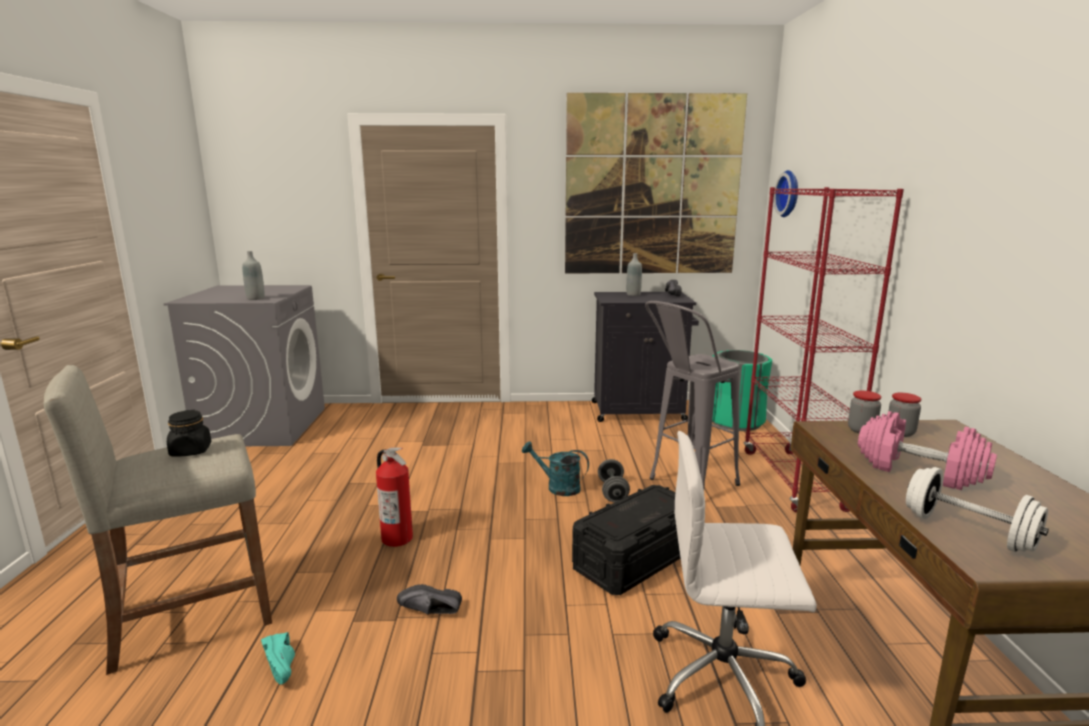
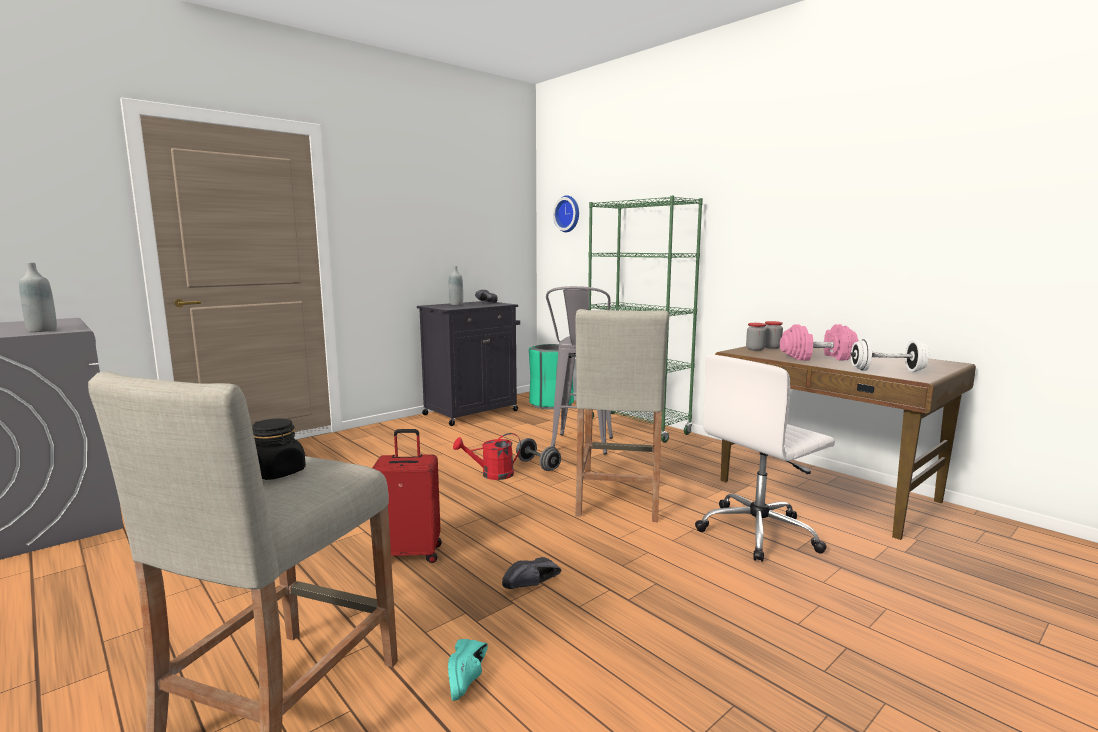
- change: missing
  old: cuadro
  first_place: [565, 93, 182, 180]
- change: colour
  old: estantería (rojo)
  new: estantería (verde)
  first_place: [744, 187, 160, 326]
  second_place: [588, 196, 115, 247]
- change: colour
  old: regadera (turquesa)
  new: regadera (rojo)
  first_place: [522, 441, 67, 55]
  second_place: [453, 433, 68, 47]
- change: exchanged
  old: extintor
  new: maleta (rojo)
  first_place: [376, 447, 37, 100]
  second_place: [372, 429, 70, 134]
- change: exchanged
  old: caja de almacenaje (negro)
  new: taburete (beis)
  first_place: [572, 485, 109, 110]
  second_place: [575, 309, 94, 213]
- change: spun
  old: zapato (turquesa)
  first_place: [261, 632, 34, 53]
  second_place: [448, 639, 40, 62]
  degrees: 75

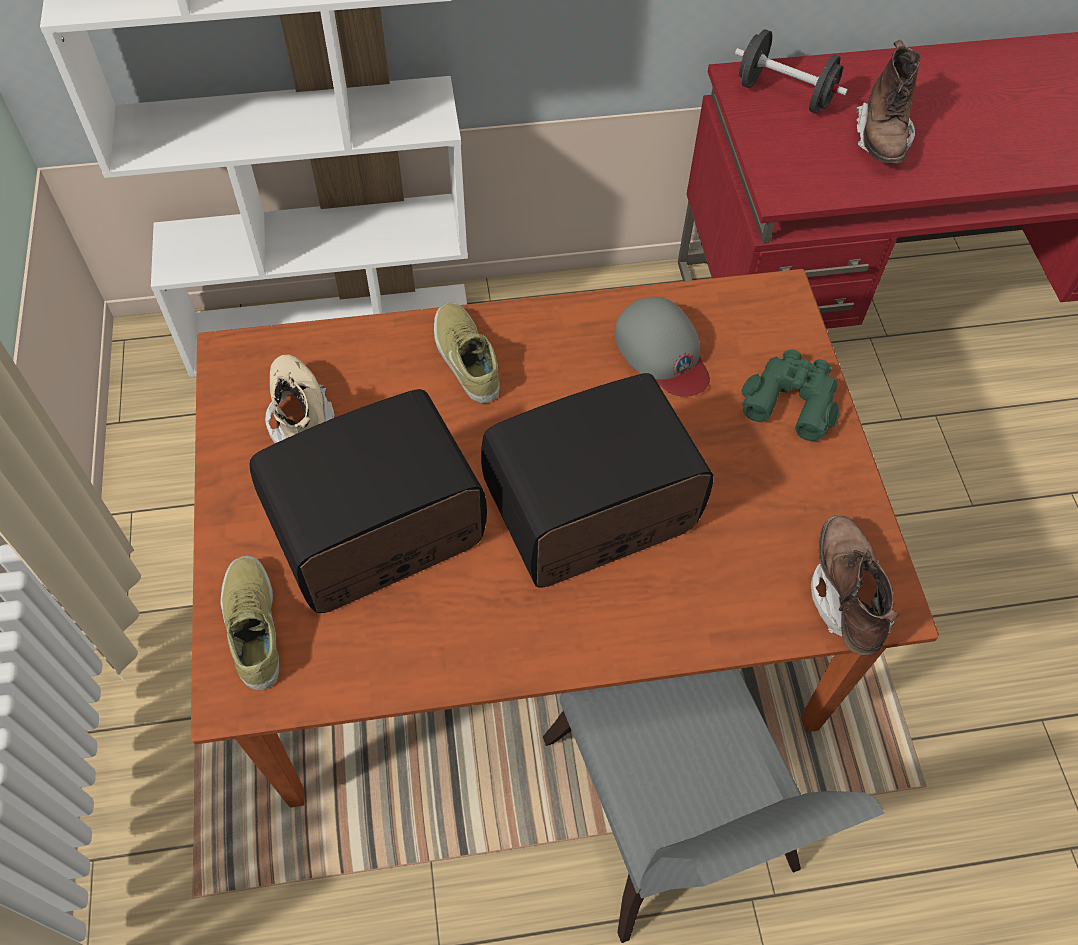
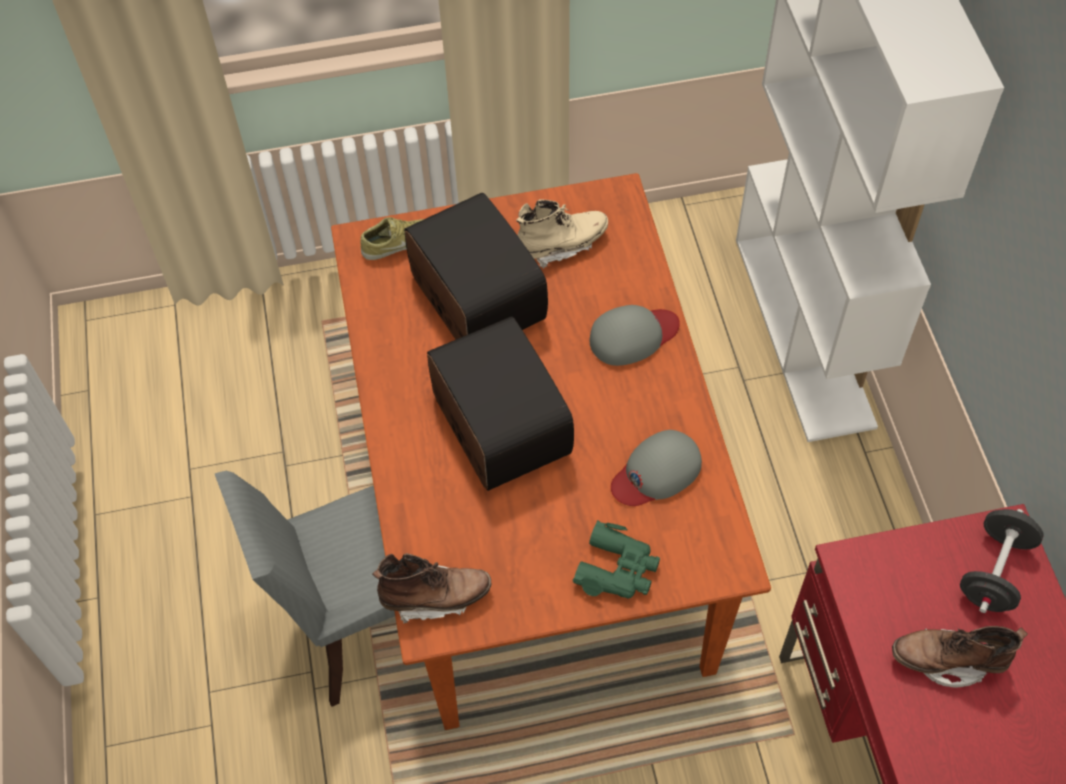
- change: exchanged
  old: zapato (beis)
  new: gorra (gris)
  first_place: [434, 303, 66, 100]
  second_place: [590, 305, 90, 61]

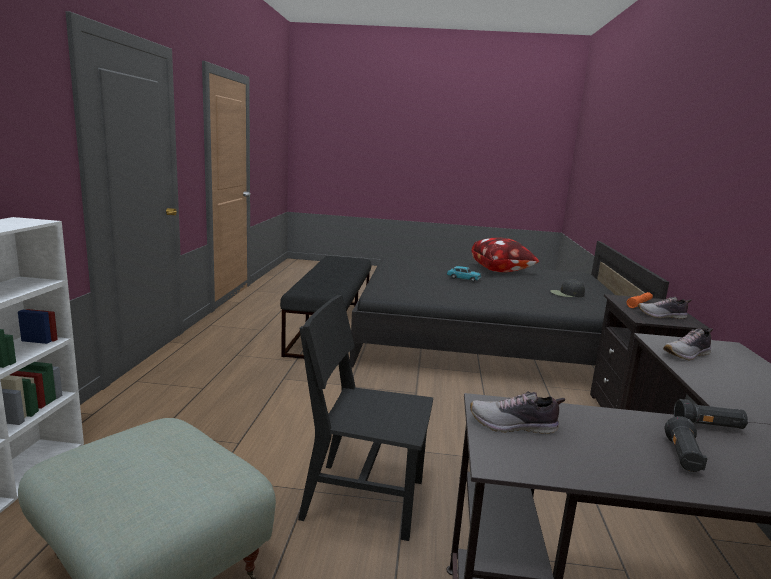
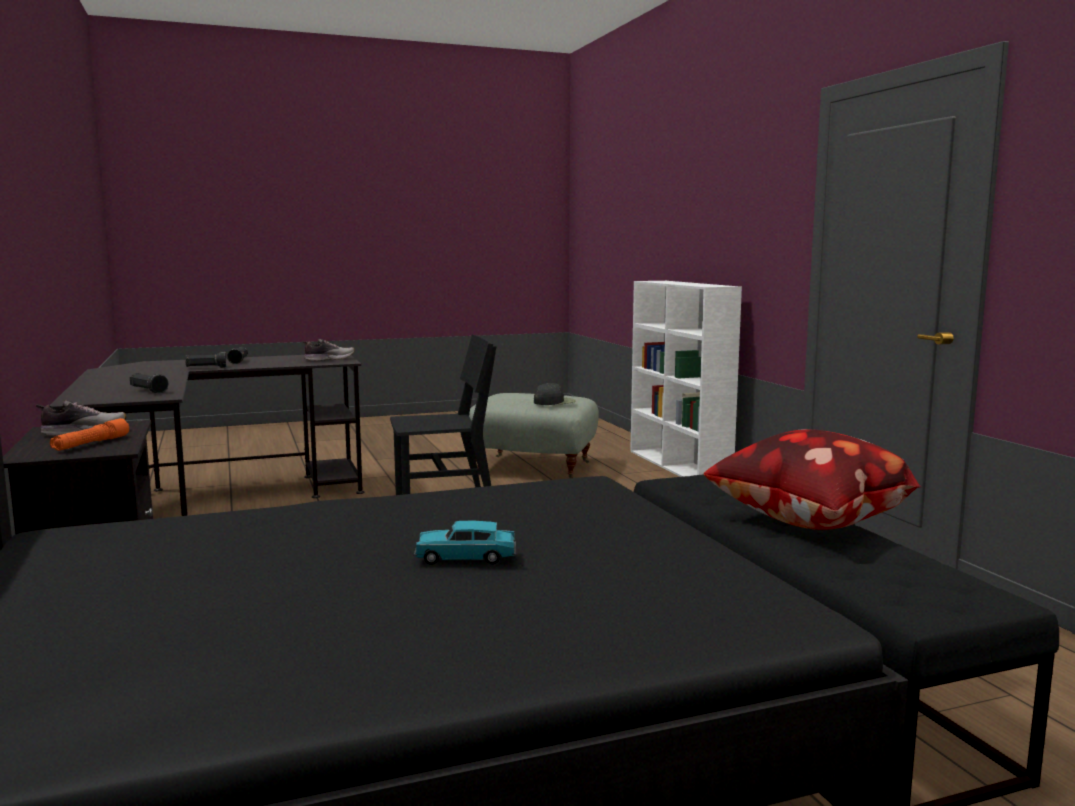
- change: relocated
  old: cojín
  first_place: [471, 237, 68, 35]
  second_place: [703, 429, 218, 101]
- change: relocated
  old: gorra (negro)
  first_place: [550, 280, 35, 17]
  second_place: [534, 383, 42, 22]
- change: exchanged
  old: zapato
  new: linterna (negro)
  first_place: [663, 328, 50, 33]
  second_place: [130, 373, 38, 21]

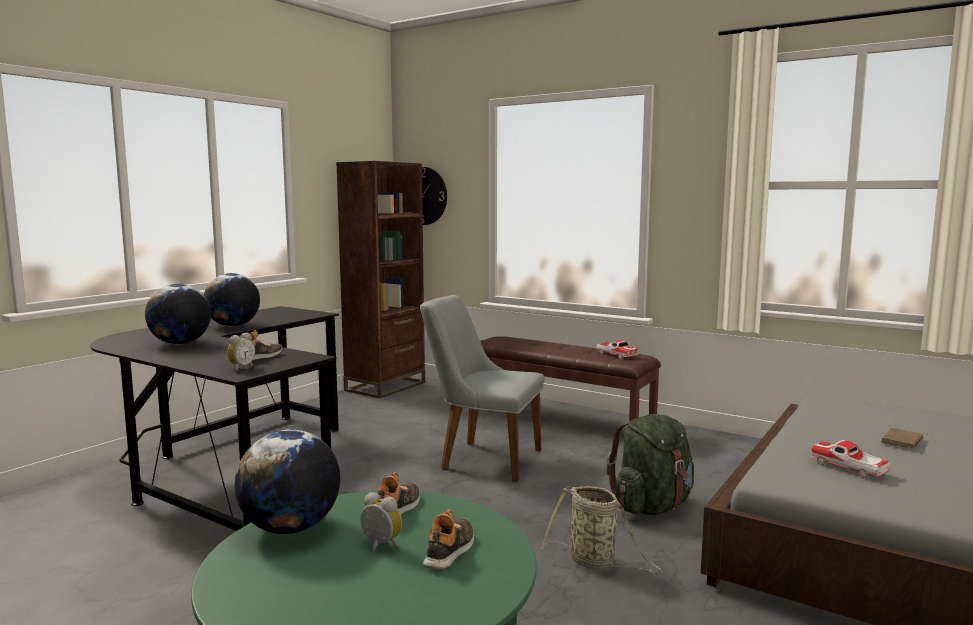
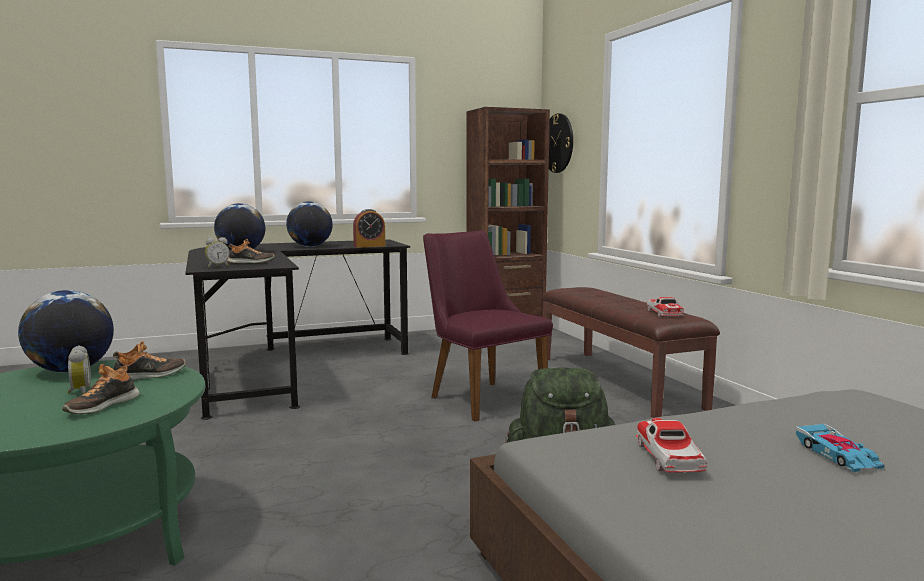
- change: colour
  old: silla (gris)
  new: silla (morado)
  first_place: [420, 295, 124, 187]
  second_place: [423, 230, 130, 191]
- change: exchanged
  old: libro (marrón)
  new: coche de juguete
  first_place: [881, 427, 48, 22]
  second_place: [796, 424, 89, 48]
- change: missing
  old: cesta
  first_place: [541, 486, 121, 86]
- change: spun
  old: zapato
  first_place: [423, 509, 51, 60]
  second_place: [62, 364, 78, 50]
  degrees: 150
- change: appeared
  new: despertador
  second_place: [353, 209, 32, 39]

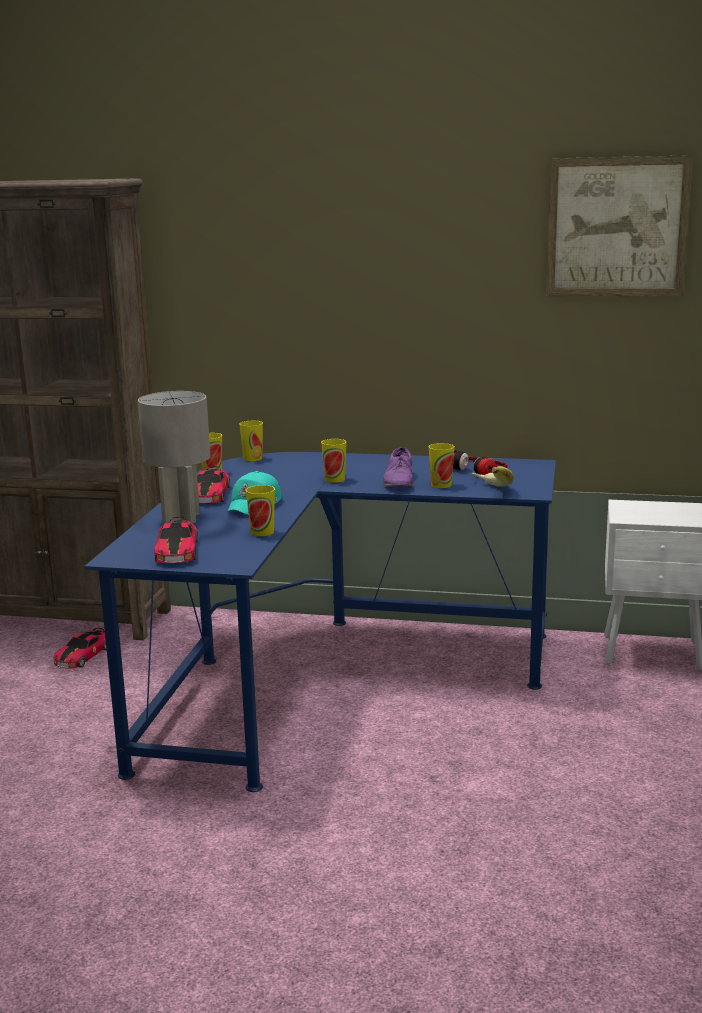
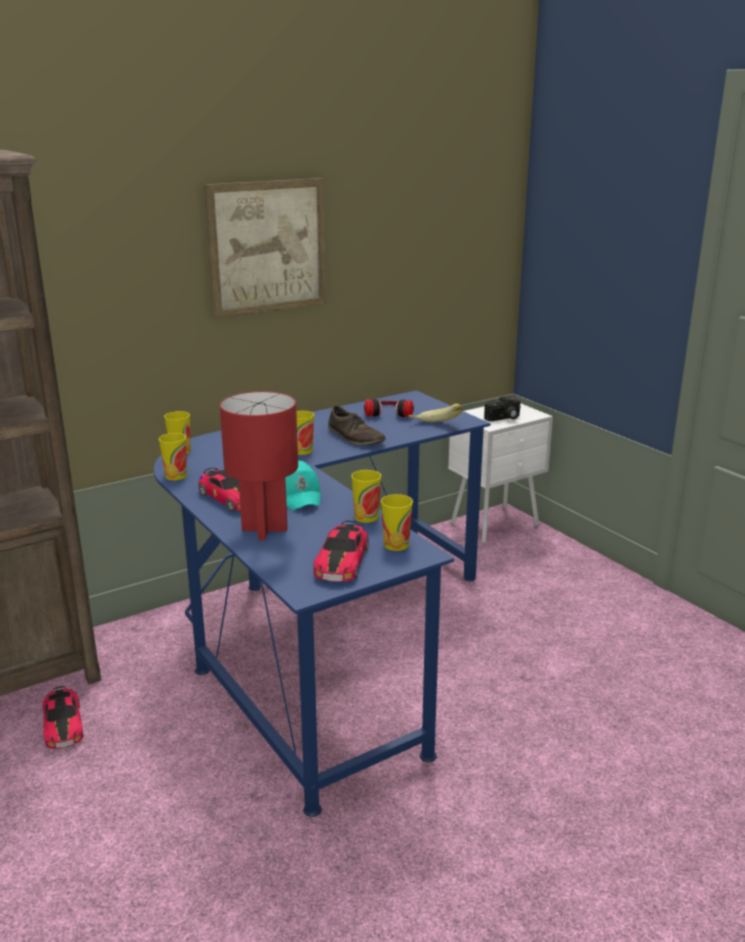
- change: relocated
  old: cuadro
  first_place: [546, 155, 147, 142]
  second_place: [204, 178, 122, 141]
- change: colour
  old: lámpara de mesa (gris)
  new: lámpara de mesa (rojo)
  first_place: [138, 391, 72, 132]
  second_place: [220, 391, 78, 149]
- change: relocated
  old: taza
  first_place: [428, 443, 27, 45]
  second_place: [381, 494, 32, 57]
- change: colour
  old: zapato (morado)
  new: zapato (marrón)
  first_place: [383, 447, 30, 41]
  second_place: [328, 406, 58, 40]
- change: spun
  old: coche de juguete
  first_place: [154, 517, 44, 47]
  second_place: [313, 521, 56, 61]
  degrees: 60
- change: appeared
  new: cámara
  second_place: [484, 396, 37, 25]

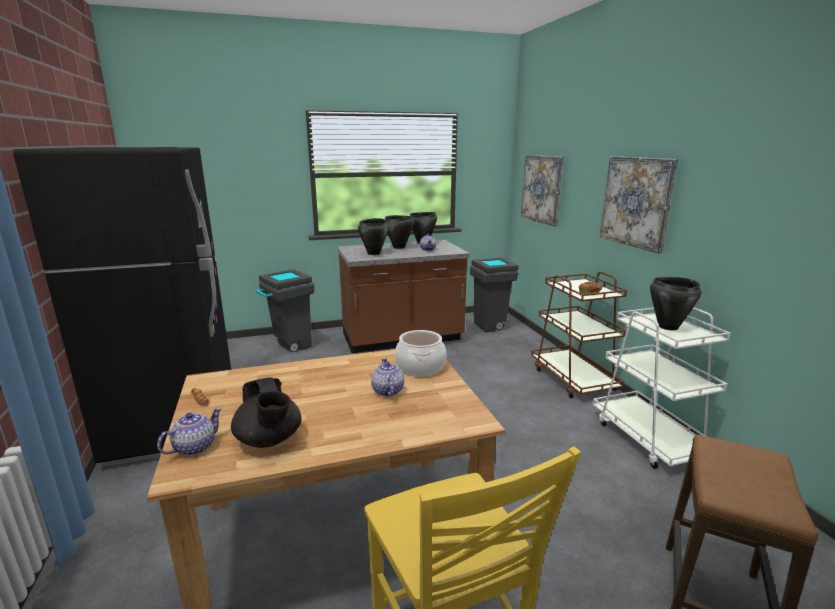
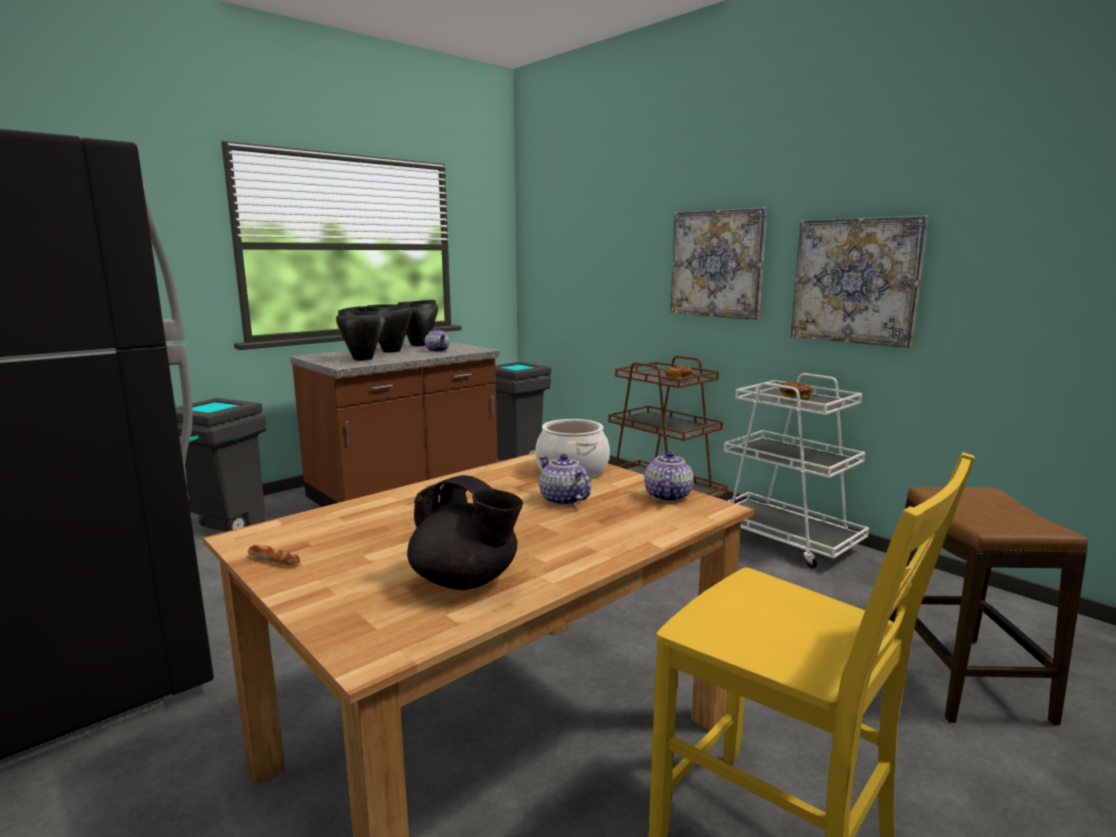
- change: relocated
  old: cuadro
  first_place: [521, 155, 43, 71]
  second_place: [791, 215, 138, 133]
- change: exchanged
  old: olla (negro)
  new: pan
  first_place: [650, 277, 52, 53]
  second_place: [779, 382, 34, 19]
- change: relocated
  old: tetera
  first_place: [157, 407, 65, 49]
  second_place: [644, 451, 49, 51]

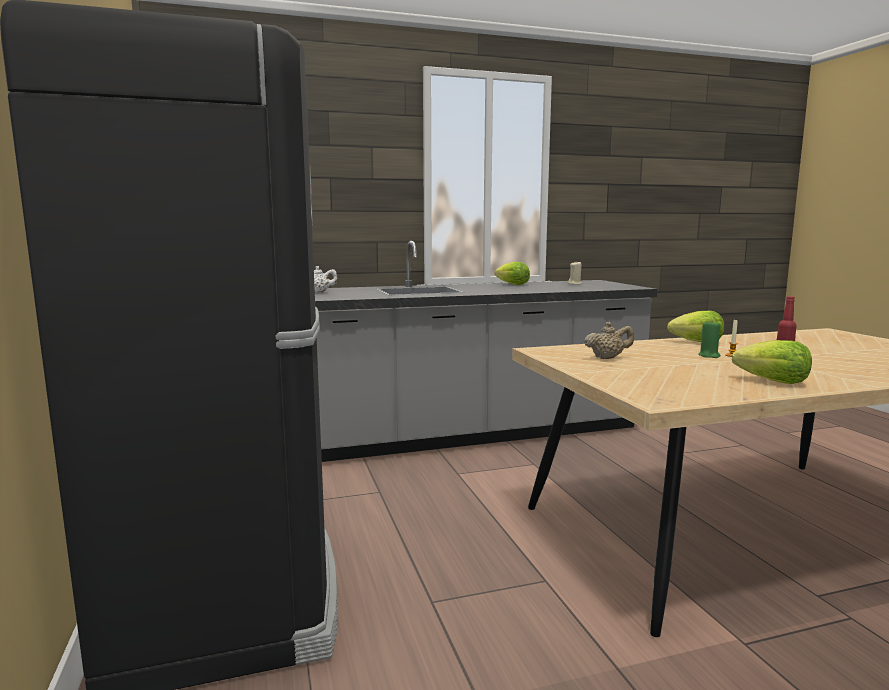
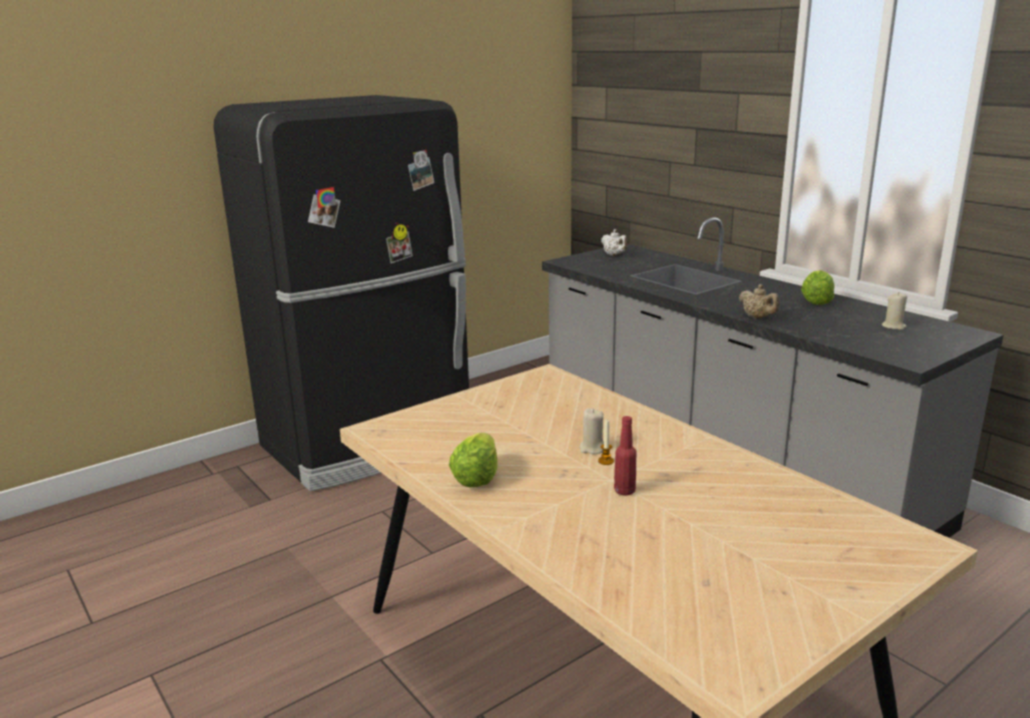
- change: missing
  old: lechuga
  first_place: [667, 311, 57, 31]
- change: colour
  old: vela (verde)
  new: vela (beis)
  first_place: [698, 320, 23, 38]
  second_place: [579, 408, 25, 46]
- change: relocated
  old: tetera (beis)
  first_place: [584, 322, 50, 37]
  second_place: [739, 284, 40, 35]

